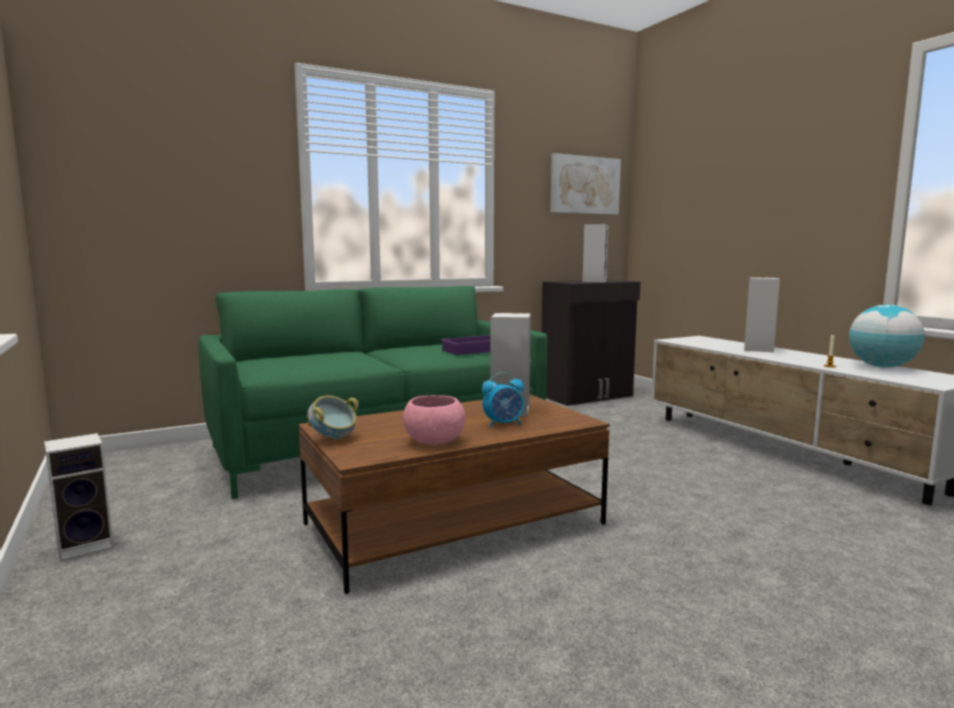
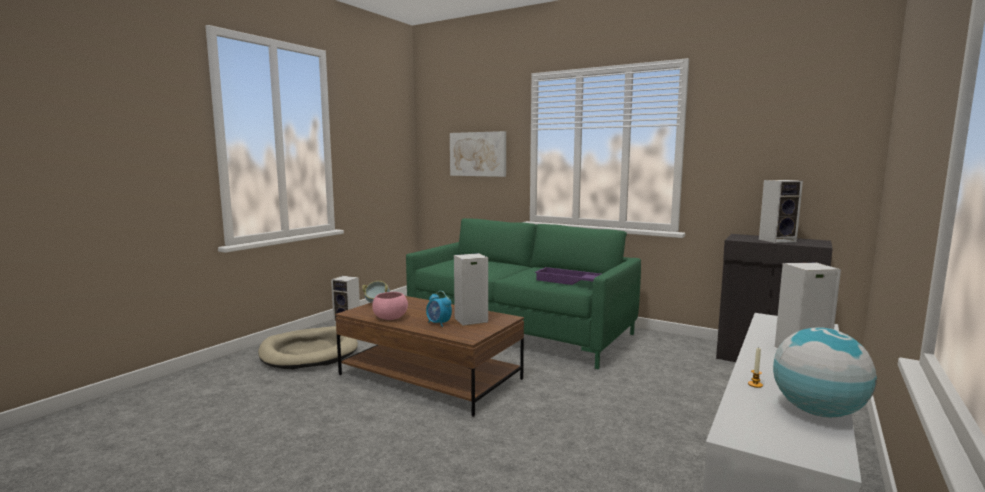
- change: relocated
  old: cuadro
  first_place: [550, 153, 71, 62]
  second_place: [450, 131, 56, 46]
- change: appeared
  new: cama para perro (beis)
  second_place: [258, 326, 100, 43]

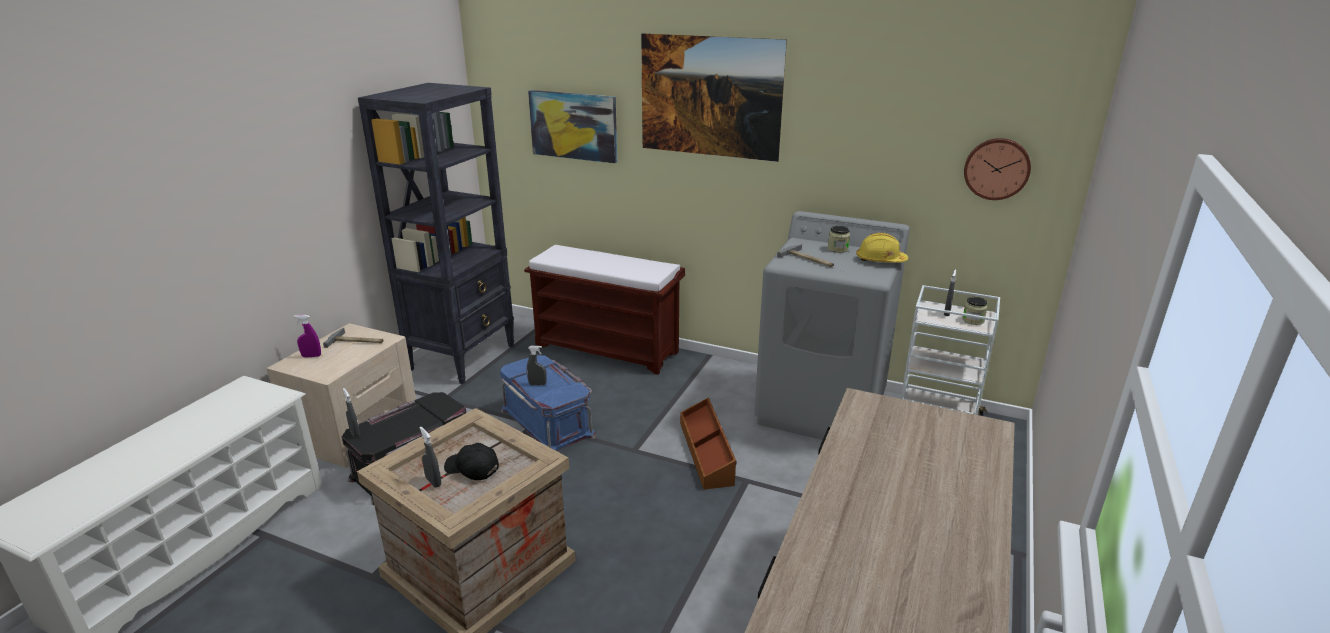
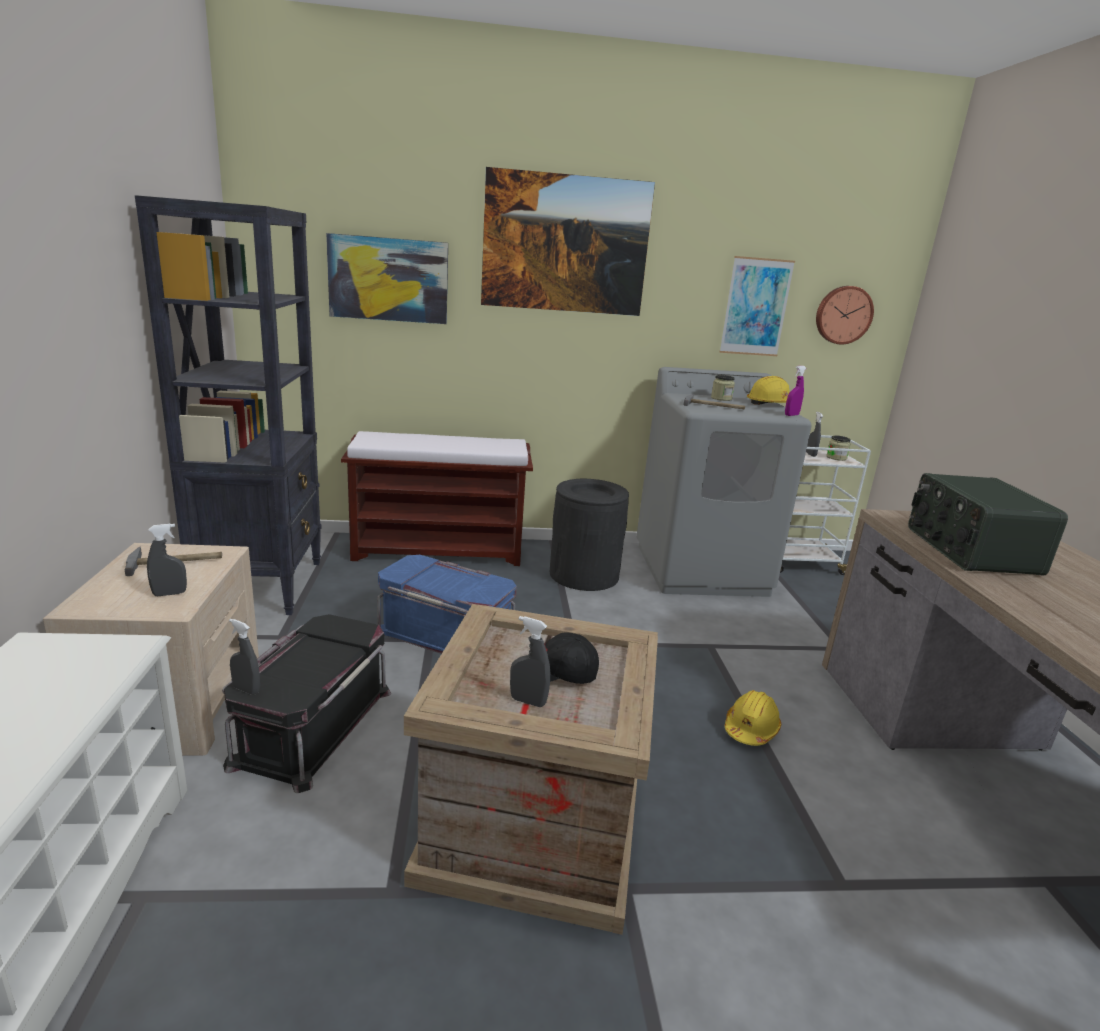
- change: relocated
  old: pulverizador (morado)
  first_place: [294, 315, 27, 42]
  second_place: [785, 366, 21, 50]
- change: relocated
  old: pulverizador (gris)
  first_place: [527, 346, 20, 39]
  second_place: [147, 524, 40, 72]
- change: missing
  old: caja de almacenaje (marrón)
  first_place: [680, 398, 56, 92]
- change: appeared
  new: cuadro
  second_place: [719, 256, 76, 100]
- change: appeared
  new: radio
  second_place: [908, 473, 160, 102]
- change: appeared
  new: papelera (negro)
  second_place: [550, 479, 79, 112]
- change: appeared
  new: casco (amarillo)
  second_place: [725, 690, 56, 56]

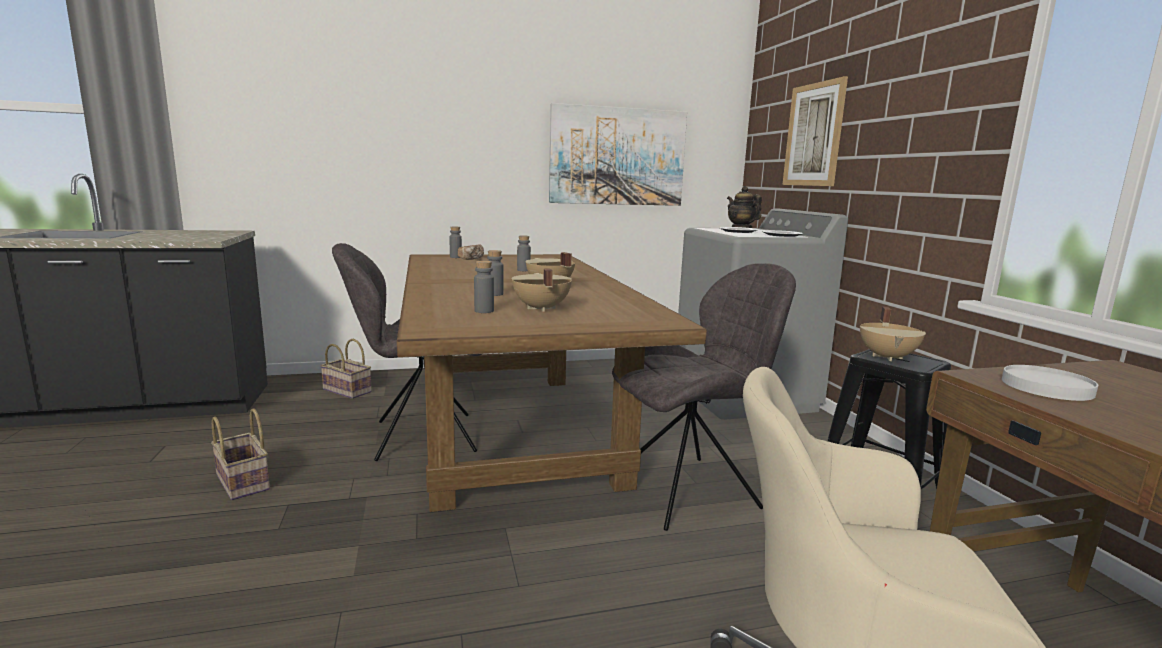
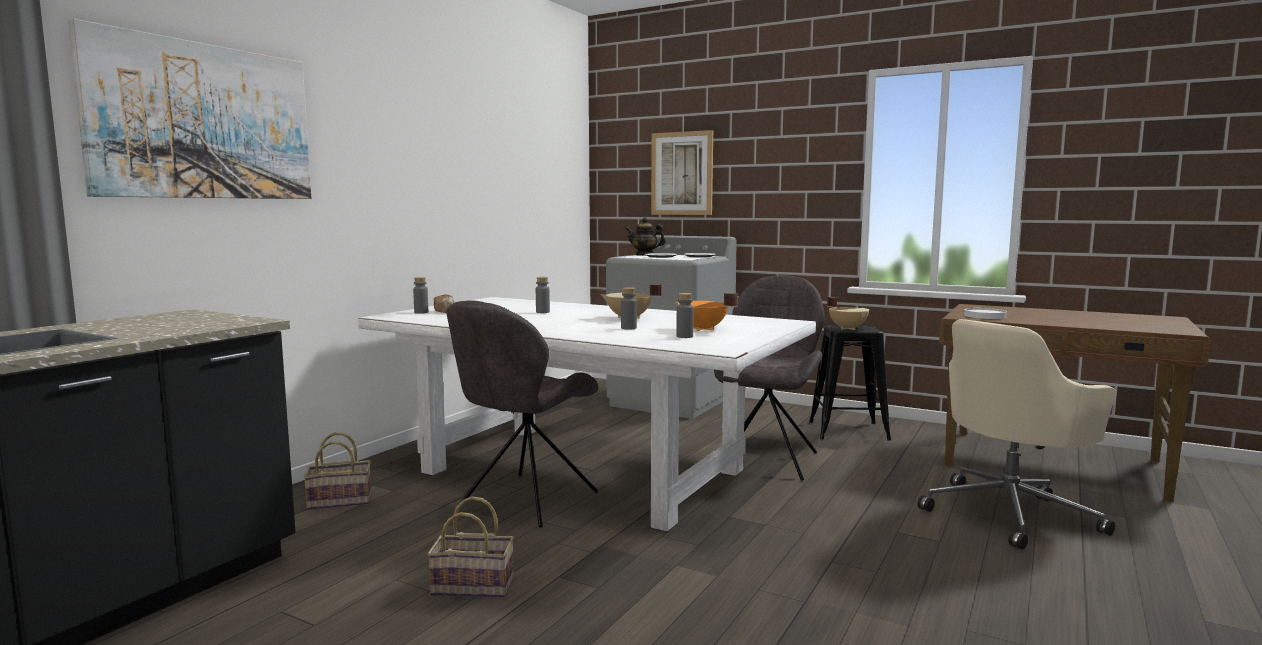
- change: relocated
  old: cuadro
  first_place: [549, 103, 138, 103]
  second_place: [68, 18, 243, 181]
- change: colour
  old: mesa de comedor (marrón)
  new: mesa de comedor (blanco)
  first_place: [397, 254, 310, 258]
  second_place: [358, 297, 458, 234]
- change: colour
  old: olla (beis)
  new: olla (naranja)
  first_place: [511, 268, 61, 44]
  second_place: [675, 293, 63, 38]

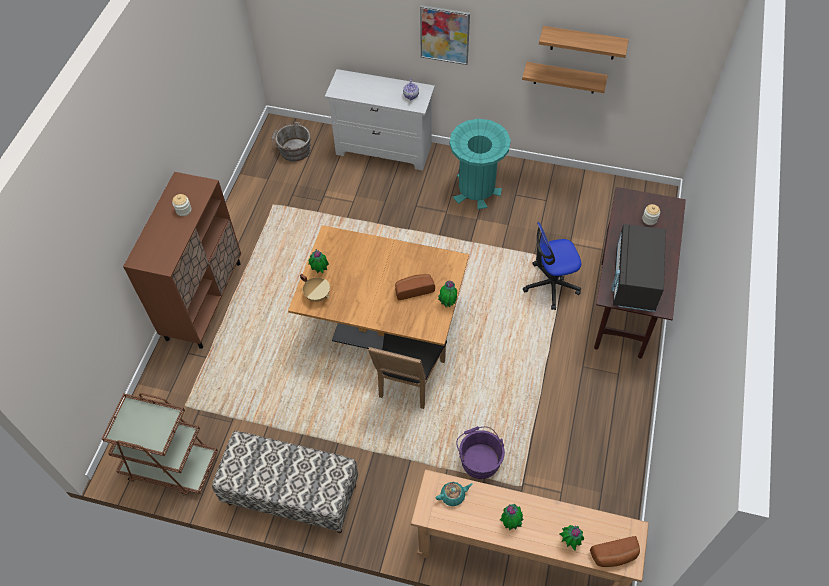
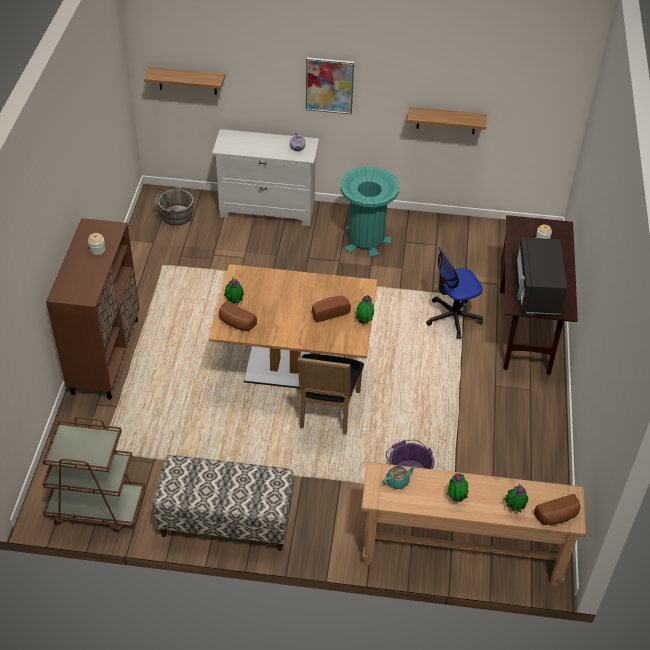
- change: relocated
  old: estante
  first_place: [539, 26, 90, 34]
  second_place: [144, 67, 81, 28]
- change: exchanged
  old: olla (beis)
  new: pan
  first_place: [300, 274, 30, 28]
  second_place: [219, 302, 38, 29]

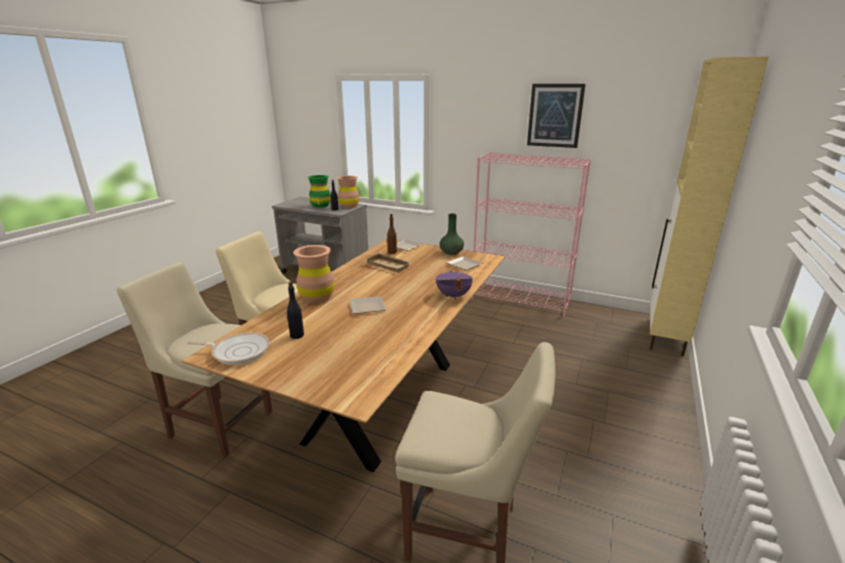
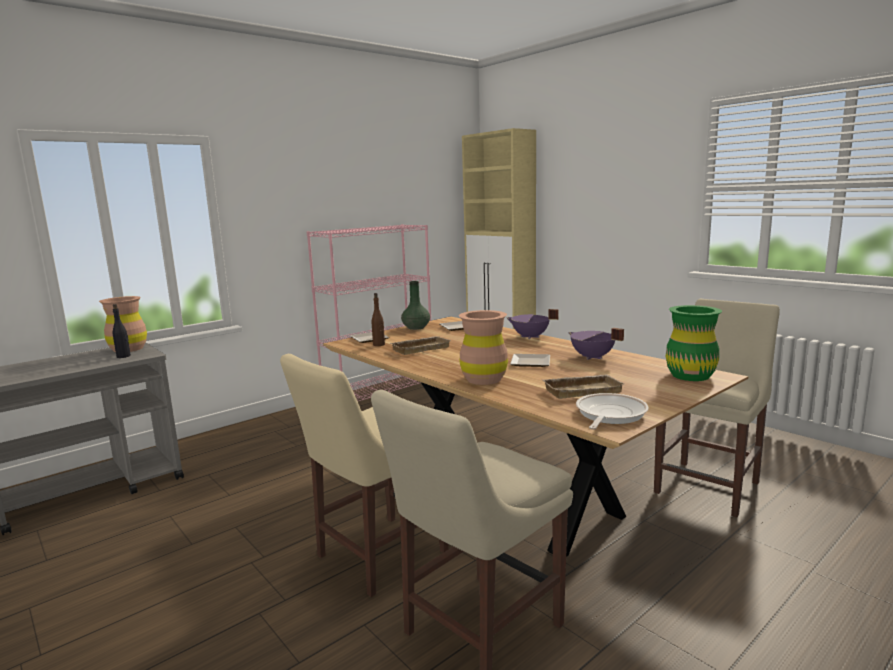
- change: missing
  old: cuadro
  first_place: [527, 84, 59, 64]
- change: relocated
  old: florero (verde)
  first_place: [308, 175, 23, 33]
  second_place: [666, 305, 56, 76]
- change: exchanged
  old: botella (negro)
  new: bandeja (beis)
  first_place: [287, 282, 17, 57]
  second_place: [541, 375, 83, 24]
- change: appeared
  new: olla (morado)
  second_place: [568, 328, 56, 32]

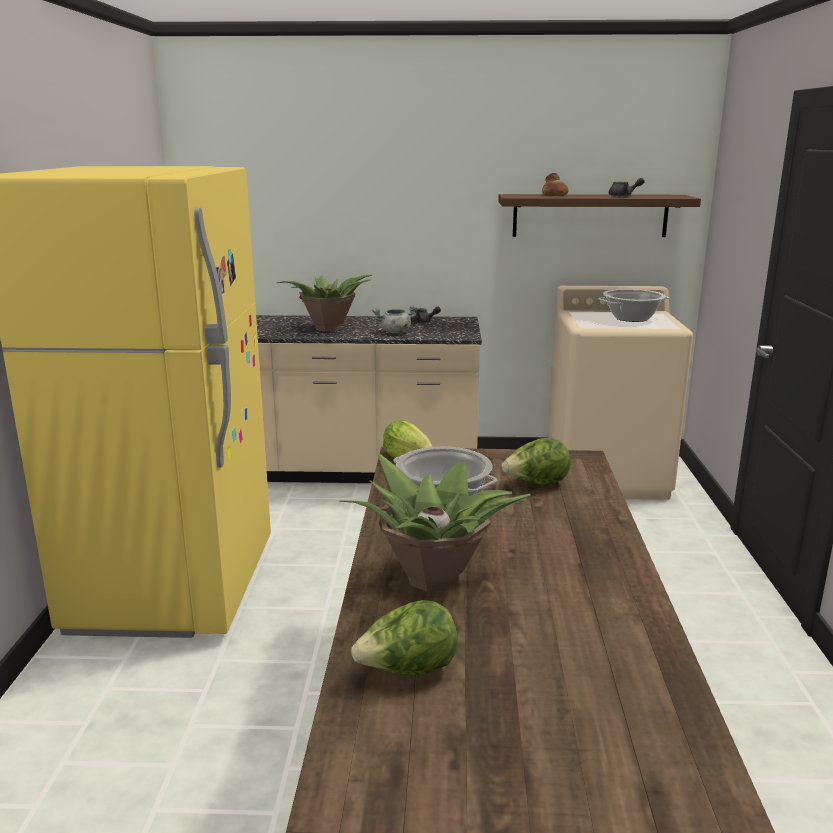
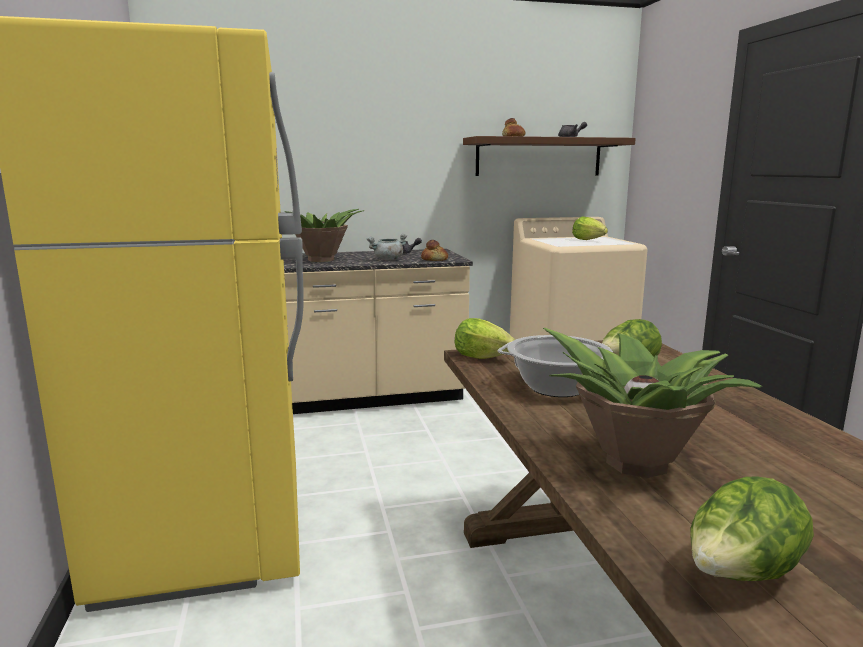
- change: exchanged
  old: olla
  new: lechuga
  first_place: [598, 289, 71, 33]
  second_place: [572, 217, 36, 23]
- change: appeared
  new: pan
  second_place: [421, 240, 27, 21]

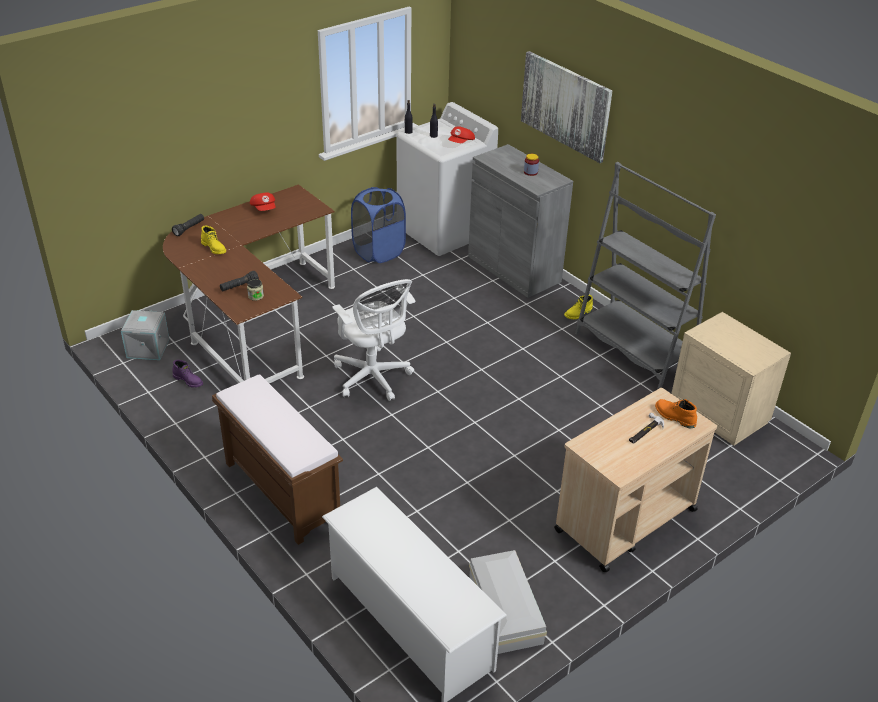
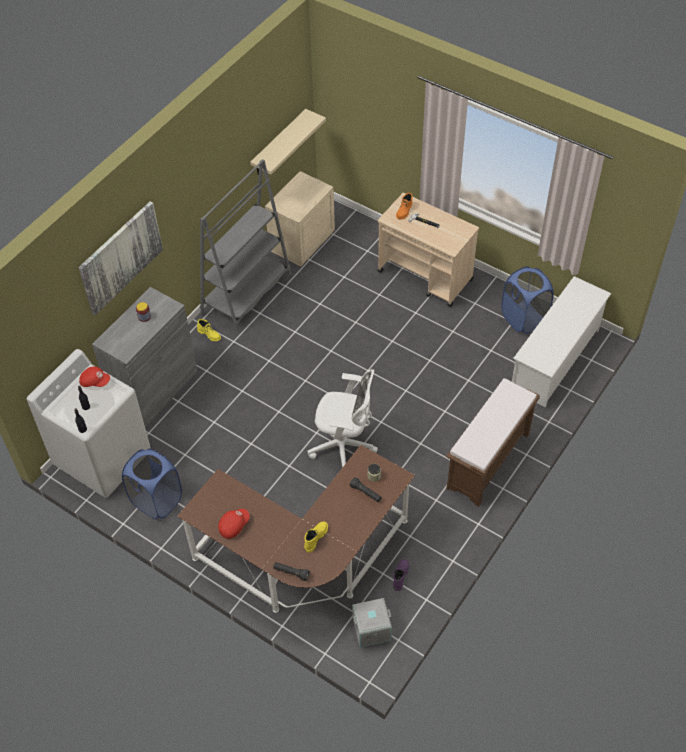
- change: spun
  old: silla de oficina (blanco)
  first_place: [332, 279, 84, 122]
  second_place: [307, 369, 71, 99]
  degrees: 60
- change: exchanged
  old: caja de almacenaje (blanco)
  new: cesto de la ropa (azul)
  first_place: [469, 550, 78, 104]
  second_place: [501, 266, 53, 68]
- change: appeared
  new: estante (beis)
  second_place: [250, 109, 76, 66]

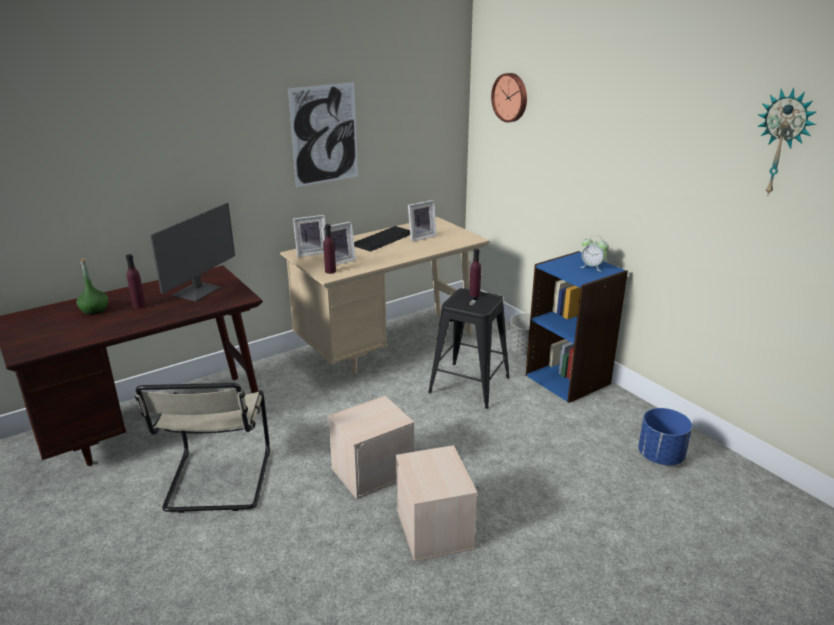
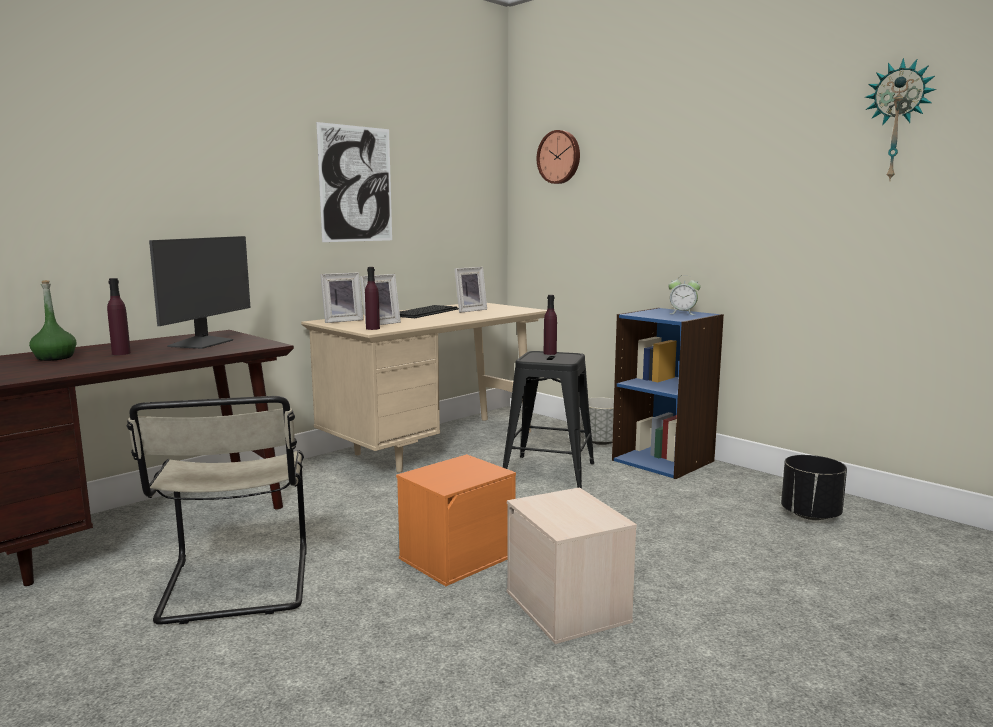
- change: colour
  old: caja de almacenaje (beis)
  new: caja de almacenaje (naranja)
  first_place: [328, 396, 86, 103]
  second_place: [396, 454, 120, 132]
- change: colour
  old: maceta (azul)
  new: maceta (negro)
  first_place: [638, 408, 54, 57]
  second_place: [781, 455, 66, 65]

